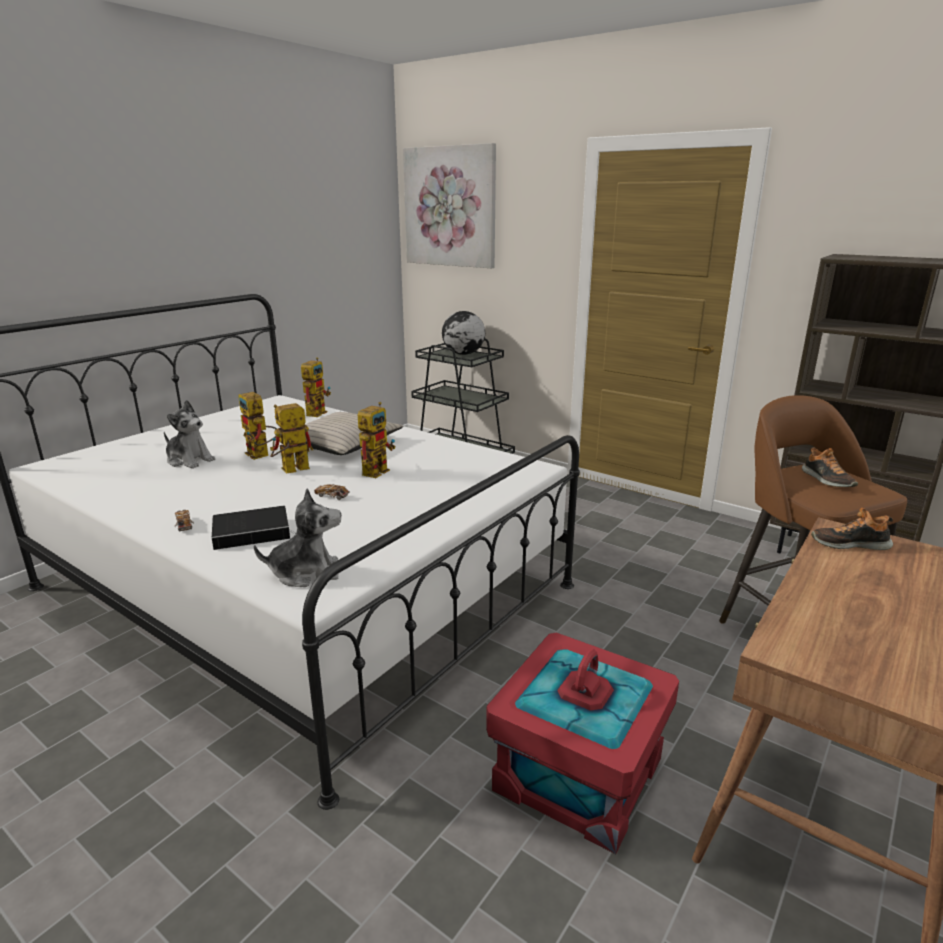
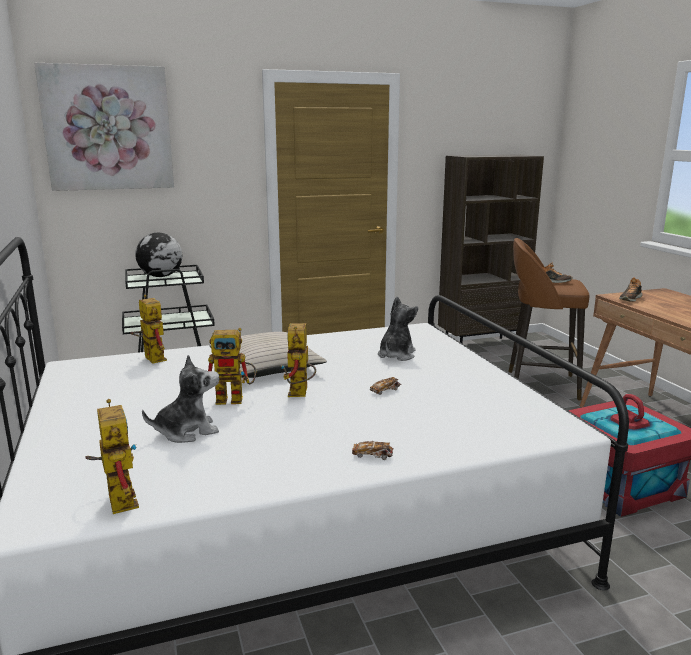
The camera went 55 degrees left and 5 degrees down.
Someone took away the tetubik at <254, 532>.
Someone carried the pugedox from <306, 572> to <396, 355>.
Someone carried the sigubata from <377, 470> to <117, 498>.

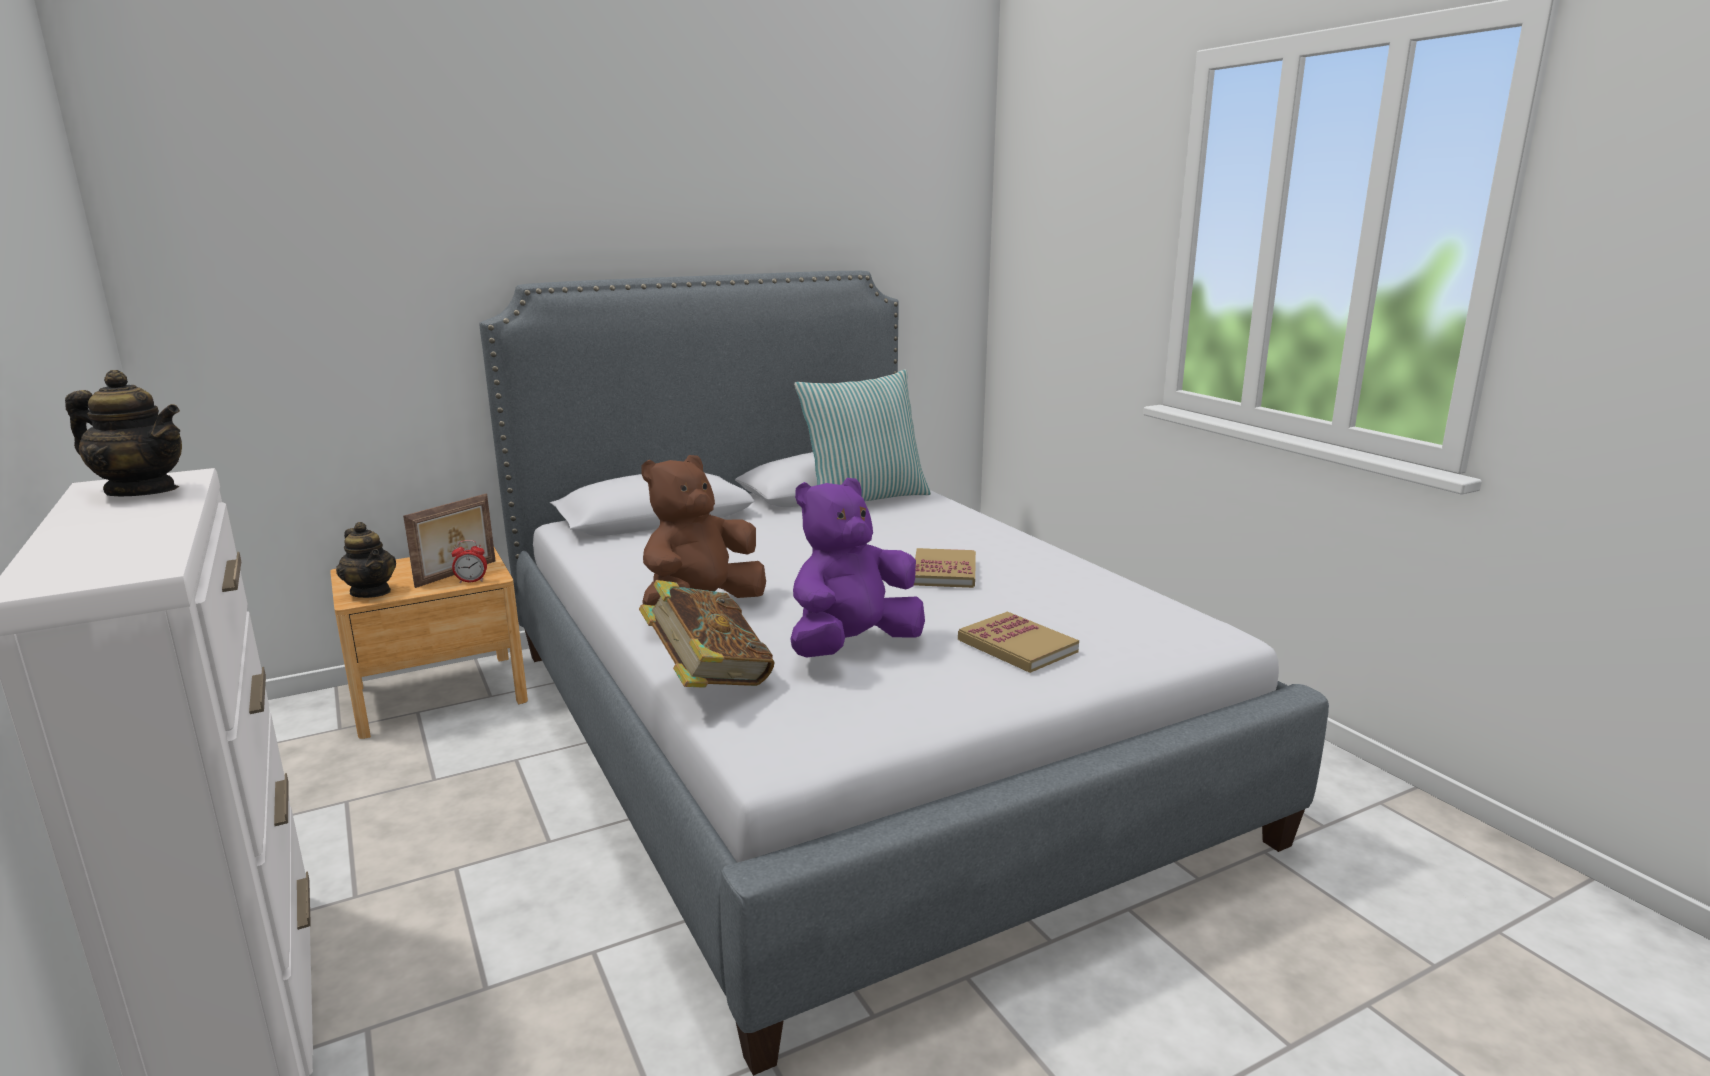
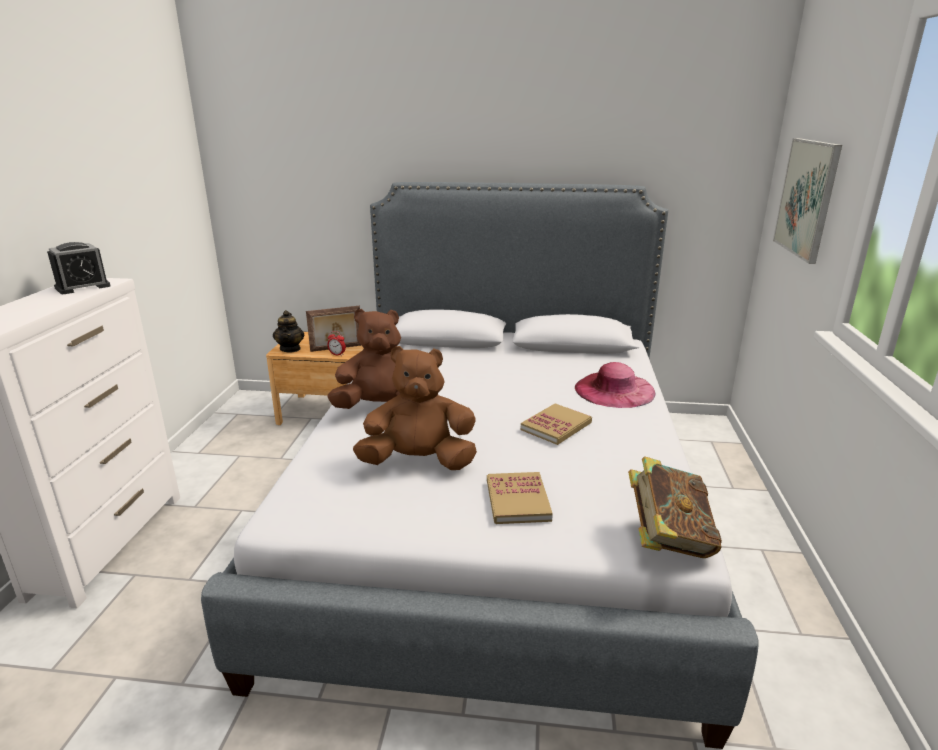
The camera went 35 degrees right and 5 degrees up.
Someone swapped the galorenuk at <142, 491> for the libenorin at <82, 287>.
Someone carried the tetubik from <709, 680> to <668, 539>.
Someone repainted the purple_pugedox at <852, 646>, which became the brown_pugedox at <419, 462>.
Someone took away the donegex at <864, 499>.
Someone put down the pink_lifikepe at <614, 390>.
Someone put up the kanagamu at <806, 198>.

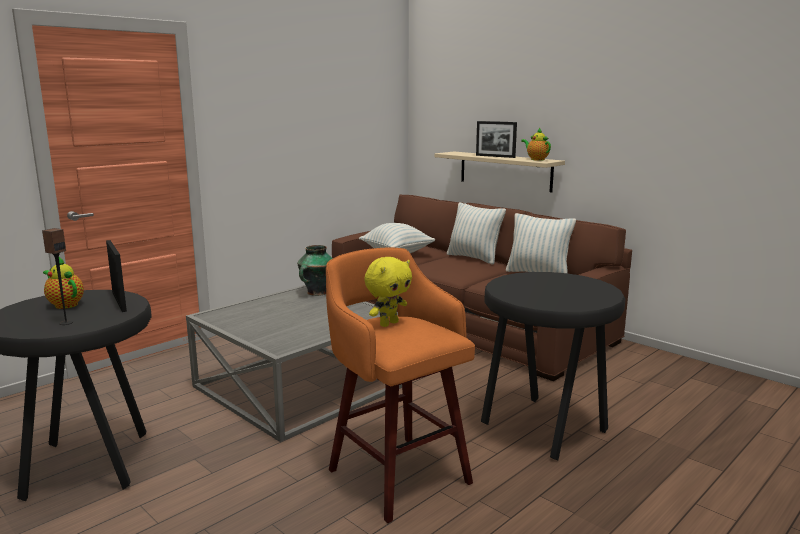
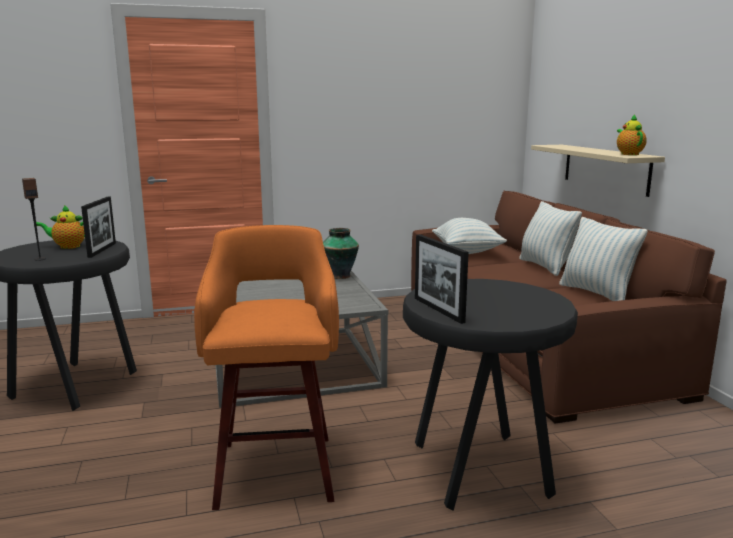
The camera went 30 degrees right and 0 degrees up.
Someone rotated the galorenuk at <65, 304> by 75 degrees counterclockwise.
Someone took away the yellow_pugedox at <388, 323>.
Someone carried the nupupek from <495, 156> to <438, 310>.

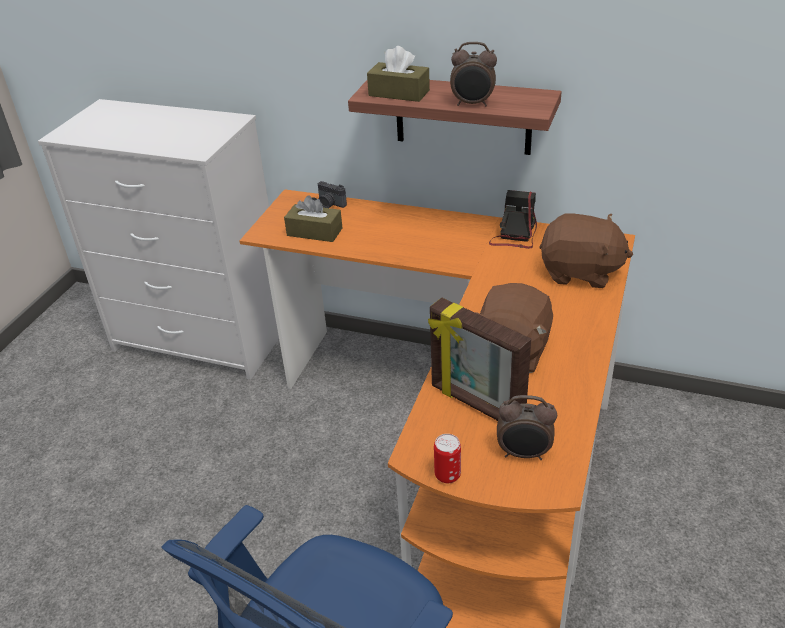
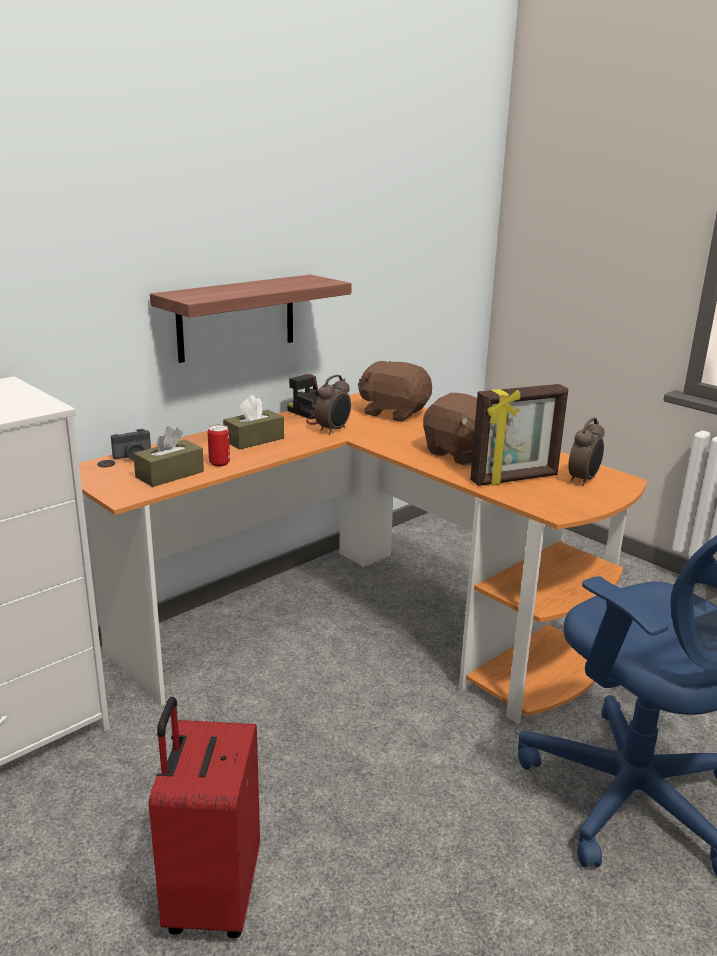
The camera went 65 degrees left and 15 degrees down.
Someone carried the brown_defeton from <399, 93> to <254, 440>.
Someone carried the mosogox from <447, 475> to <219, 463>.
Someone carried the libenorin from <472, 104> to <333, 430>.
Someone rotated the brown_pugedox at <580, 272> by 105 degrees counterclockwise.
Someone put down the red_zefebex at <211, 896>.

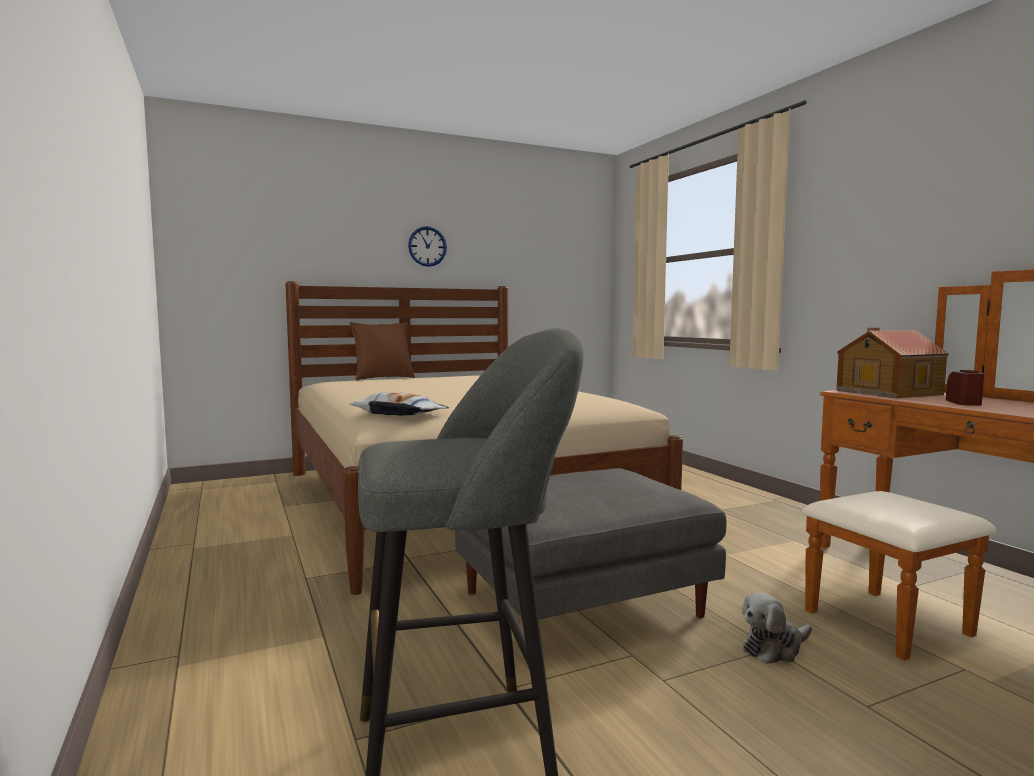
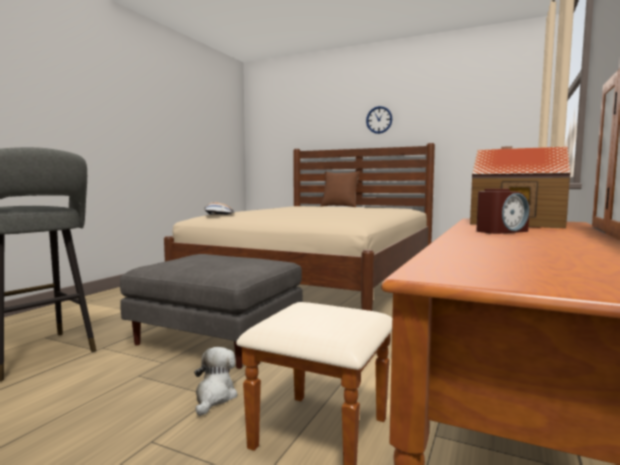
The camera went 50 degrees right and 0 degrees up.
Someone rotated the pugedox at <774, 648> by 75 degrees clockwise.

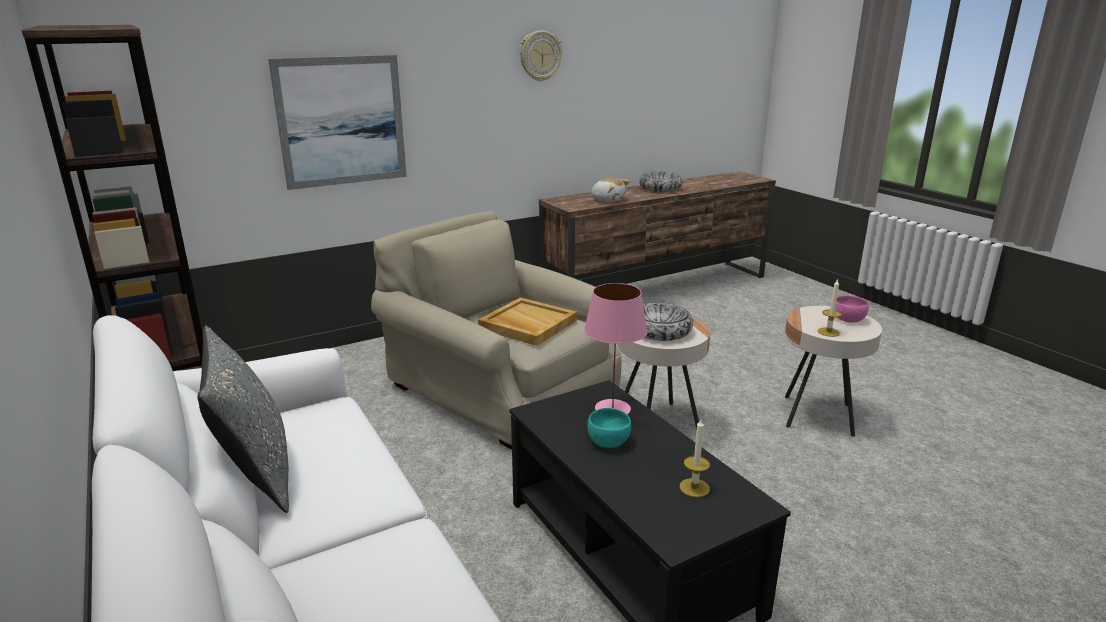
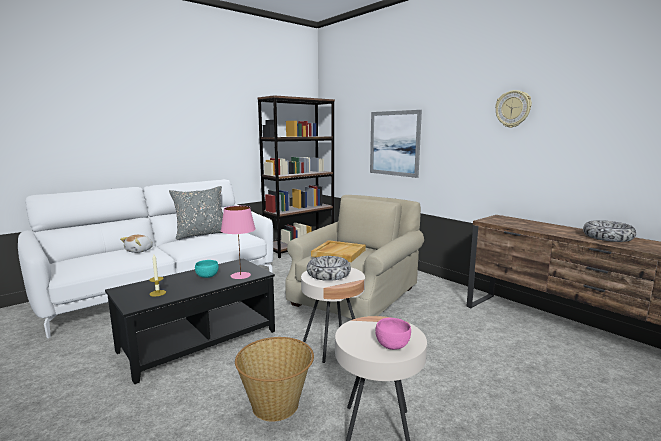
The camera went 80 degrees right and 10 degrees down.
Someone carried the pugedox from <608, 200> to <140, 251>.
Someone took away the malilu at <828, 332>.
Someone put down the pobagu at <276, 404>.

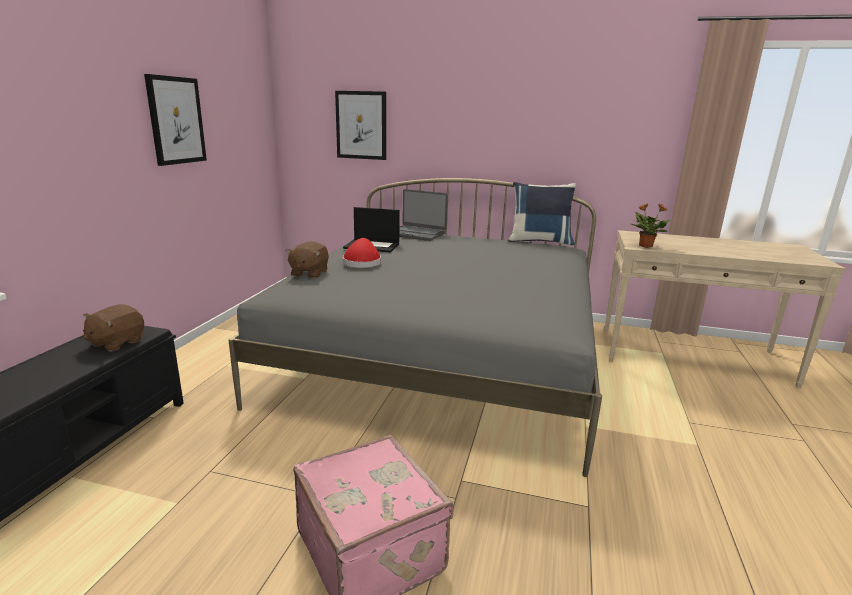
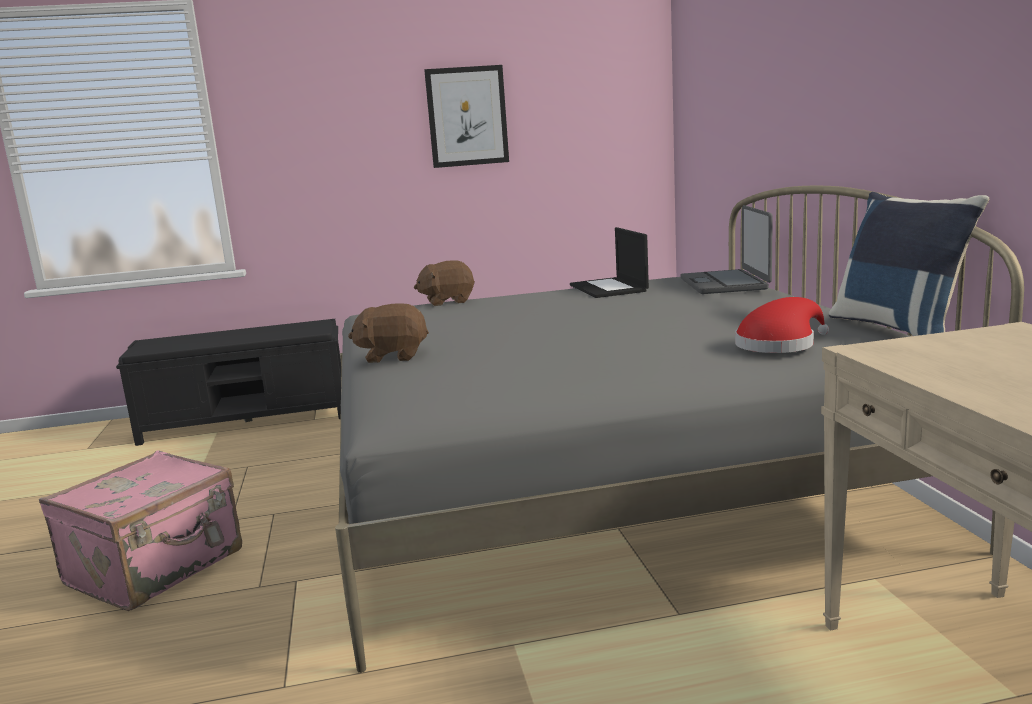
The camera went 65 degrees right and 5 degrees down.
Someone carried the brown_pugedox from <116, 342> to <393, 356>.
Someone took away the kanagamu at <361, 125>.
Someone carried the red_lifikepe from <362, 262> to <779, 344>.
Someone took away the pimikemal at <645, 246>.

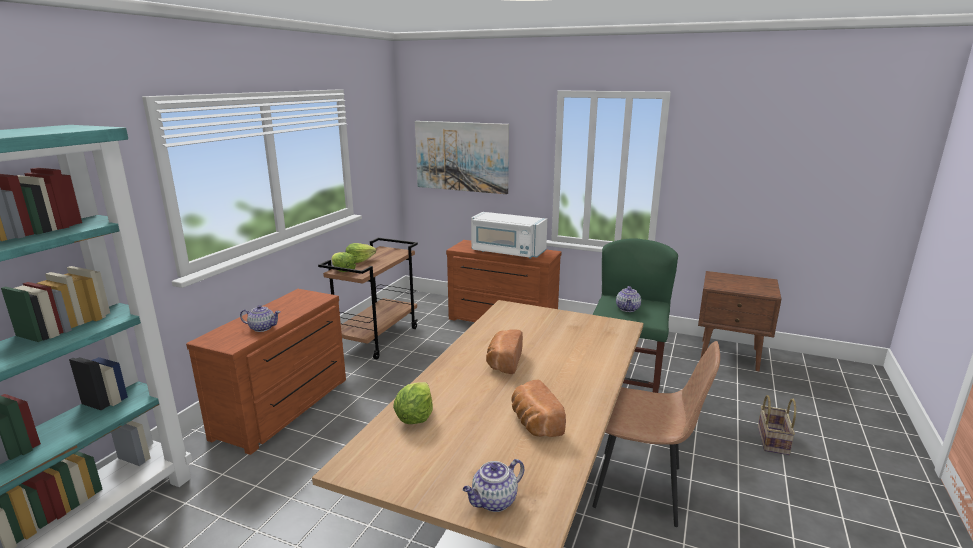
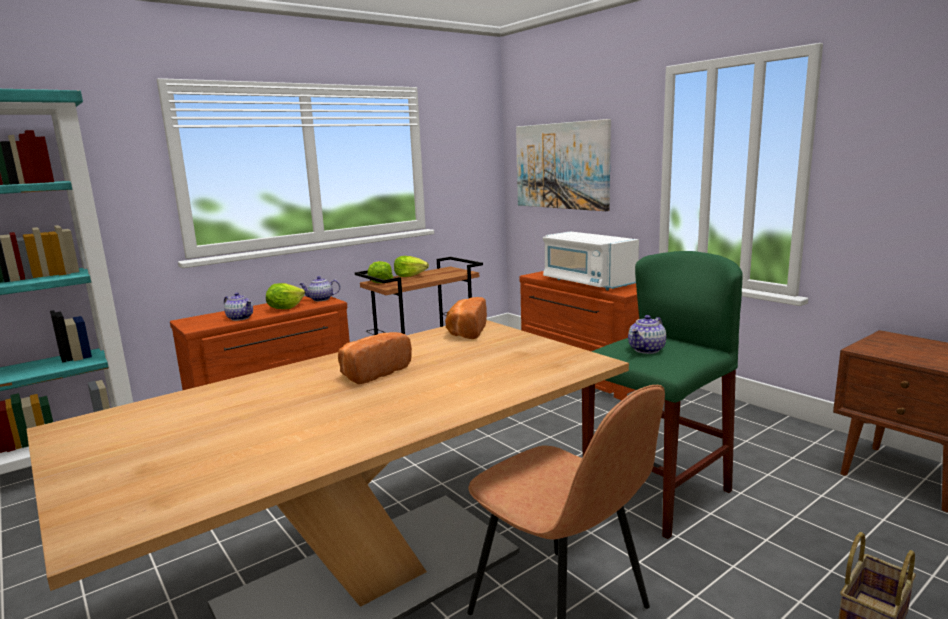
The camera went 30 degrees right and 5 degrees down.
Someone carried the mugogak from <415, 417> to <285, 308>.
Someone carried the galorenuk from <494, 502> to <320, 299>.
Someone carried the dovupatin from <534, 423> to <465, 332>.

